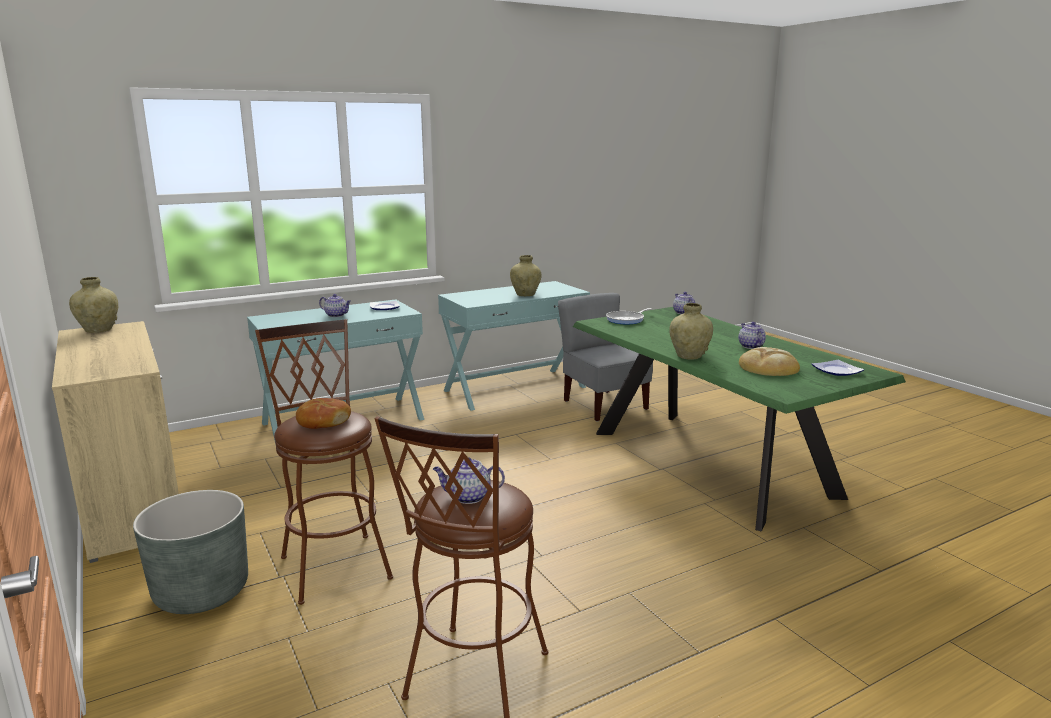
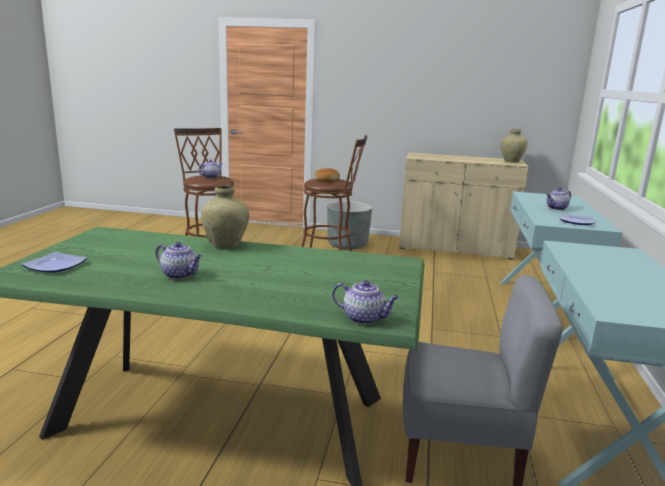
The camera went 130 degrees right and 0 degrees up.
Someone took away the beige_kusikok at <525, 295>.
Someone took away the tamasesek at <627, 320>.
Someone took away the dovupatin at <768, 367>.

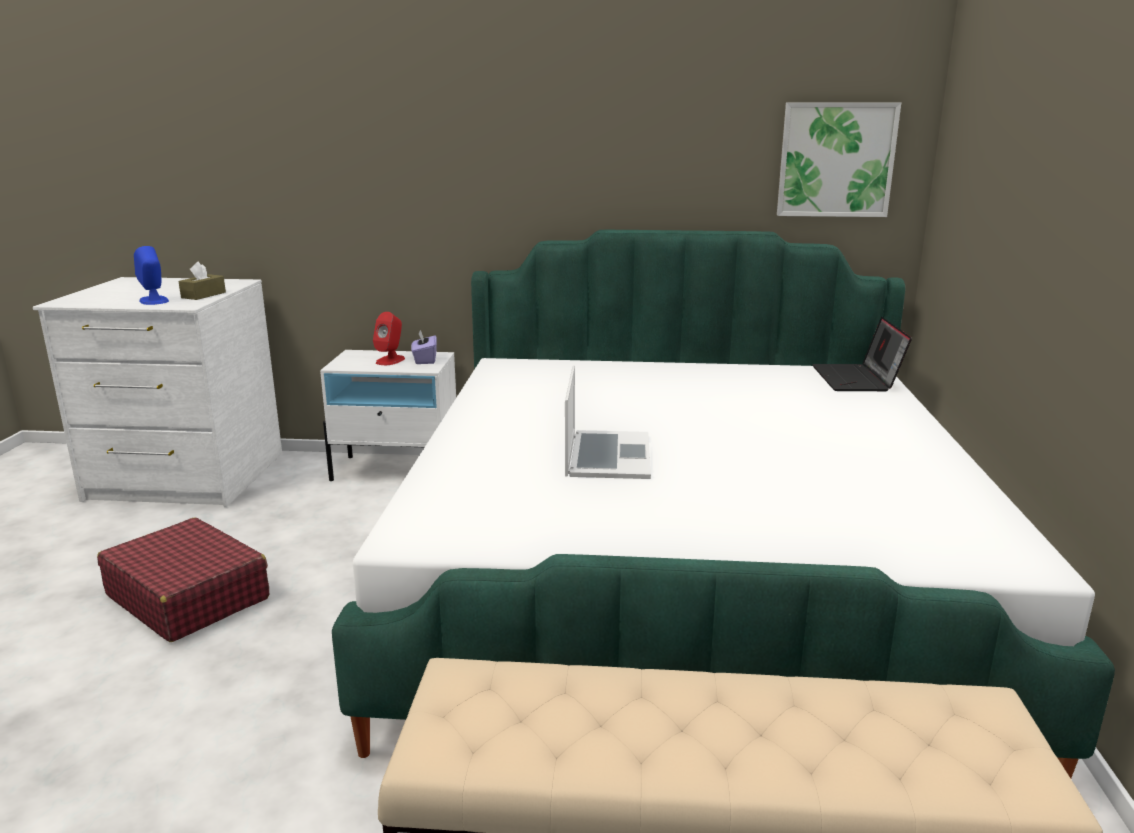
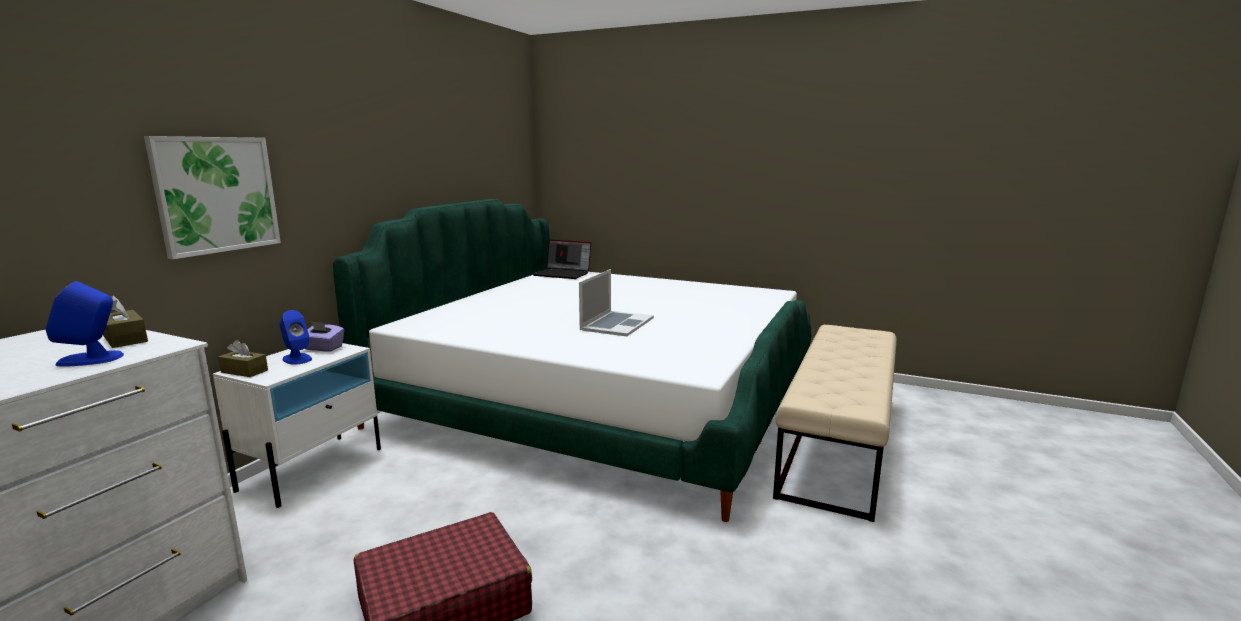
The camera went 70 degrees left and 5 degrees down.
Someone repainted the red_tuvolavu at <390, 360>, which became the blue_tuvolavu at <297, 359>.
Someone rotated the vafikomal at <607, 455> by 90 degrees clockwise.
Someone carried the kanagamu from <836, 160> to <216, 194>.
Someone put down the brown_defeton at <244, 371>.

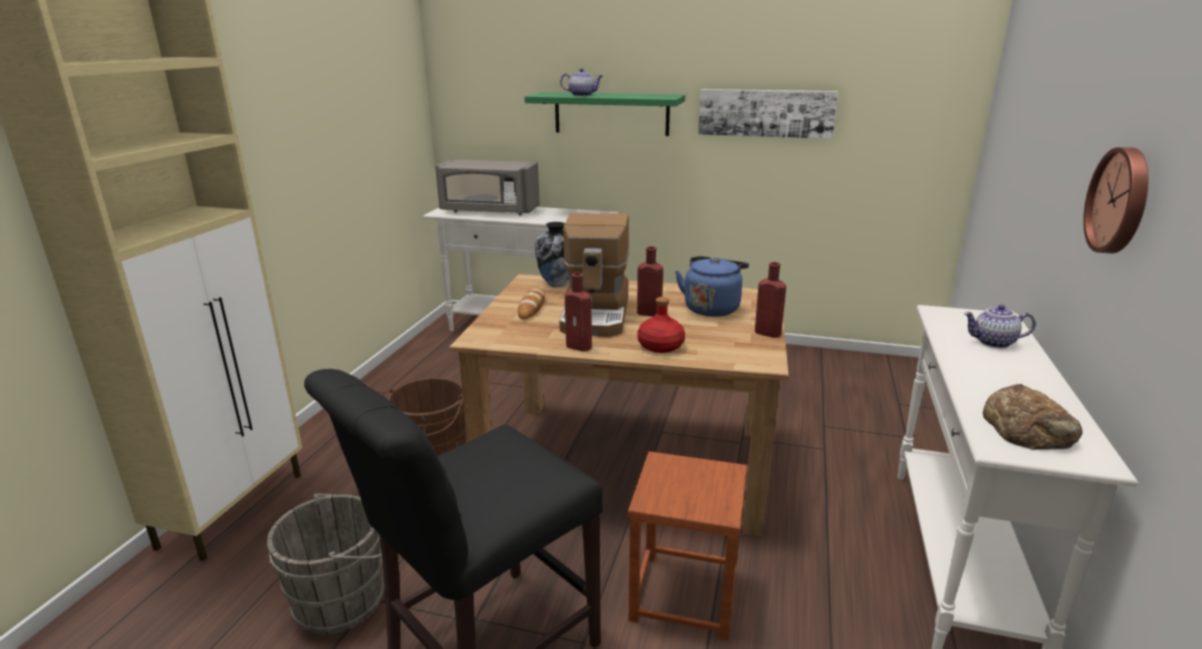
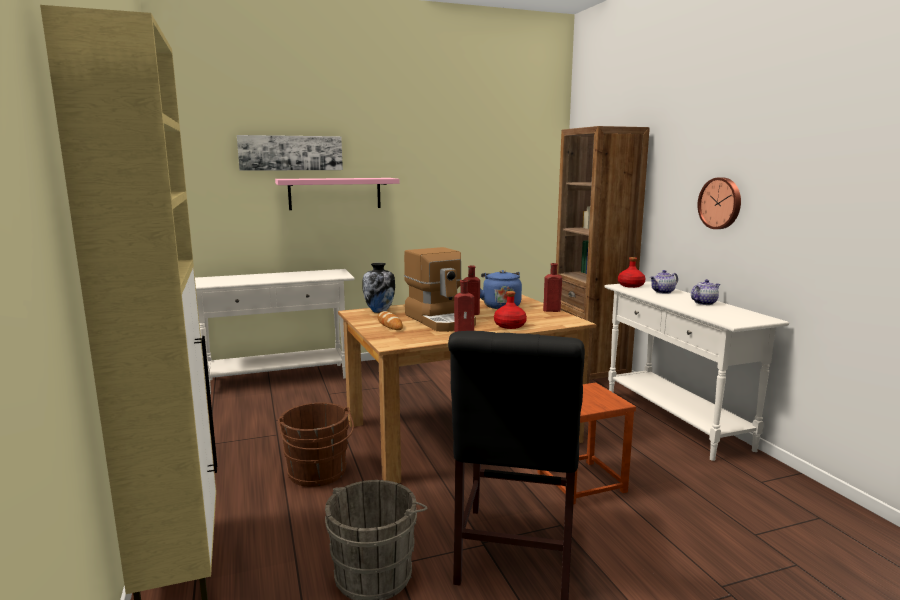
The camera went 35 degrees left and 10 degrees down.
Someone took away the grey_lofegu at <489, 211>.
Someone repainted the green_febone at <611, 113>, which became the pink_febone at <335, 193>.
Someone carried the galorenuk from <582, 95> to <704, 303>.
Someone carried the kanagamu from <765, 113> to <291, 153>.
Someone took away the dovupatin at <1028, 428>.
Someone put down the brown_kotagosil at <590, 373>.
Someone put down the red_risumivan at <631, 285>.

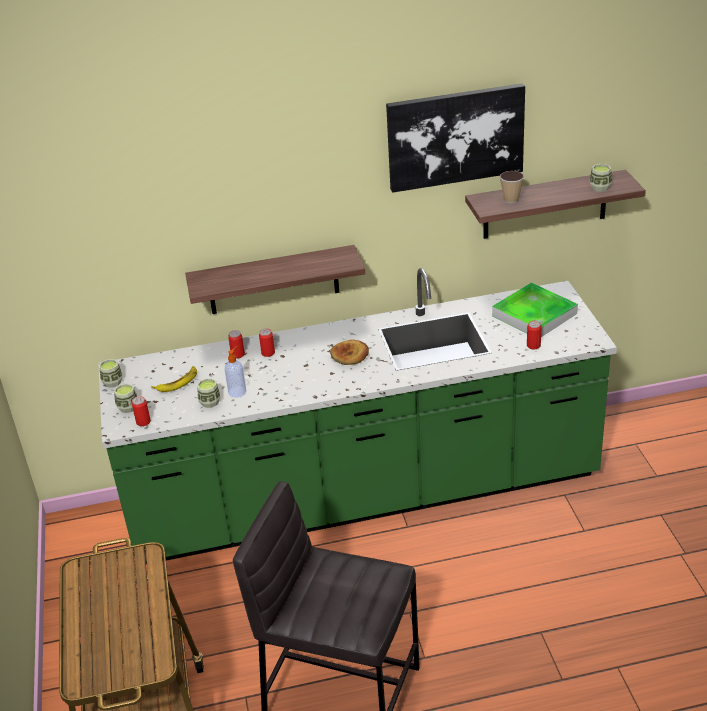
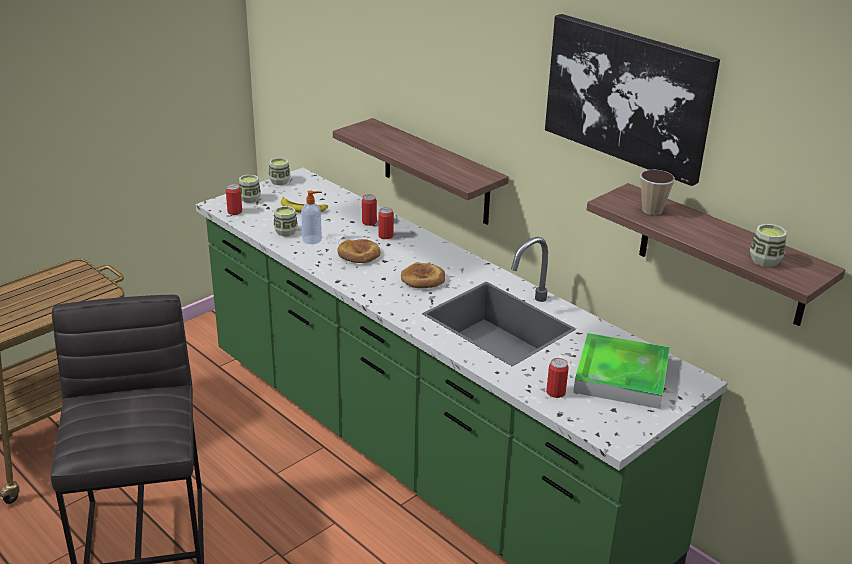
The camera went 55 degrees right and 5 degrees down.
Someone put down the dovupatin at <359, 254>.

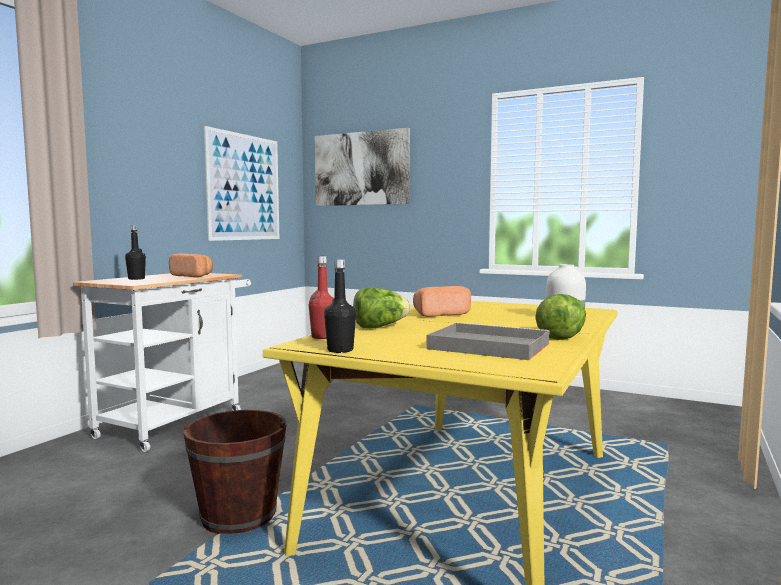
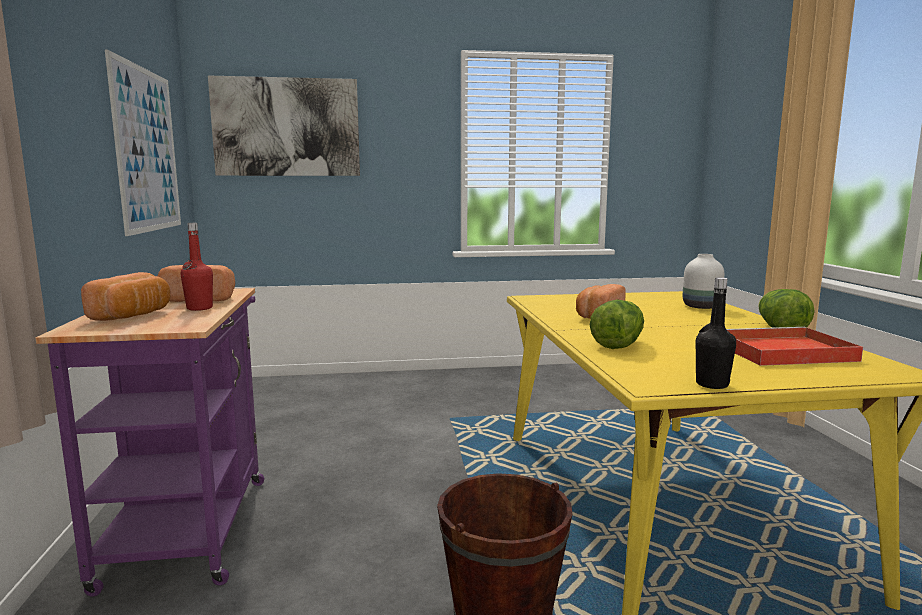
The camera went 35 degrees left and 5 degrees up.
Someone repainted the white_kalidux at <177, 421>, which became the purple_kalidux at <190, 523>.
Someone swapped the black_risumivan at <136, 279> for the dovupatin at <134, 315>.
Someone carried the red_risumivan from <323, 337> to <199, 308>.
Someone repainted the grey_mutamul at <486, 346>, which became the red_mutamul at <781, 352>.

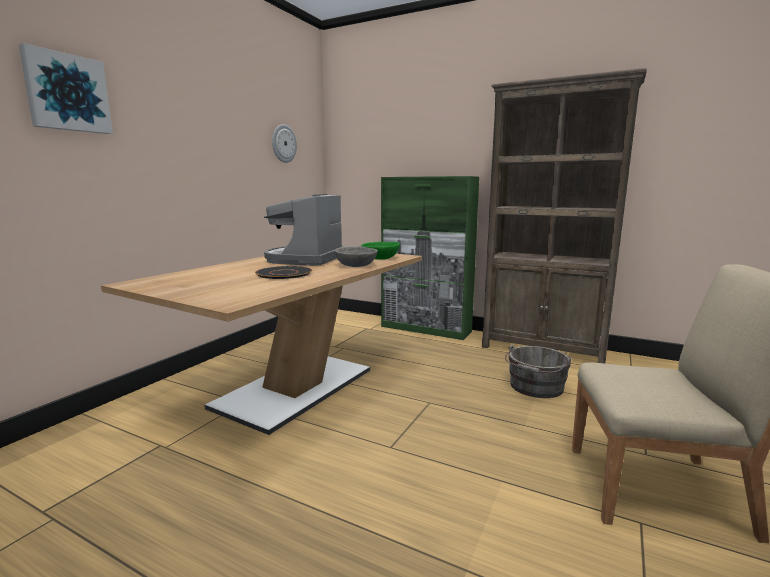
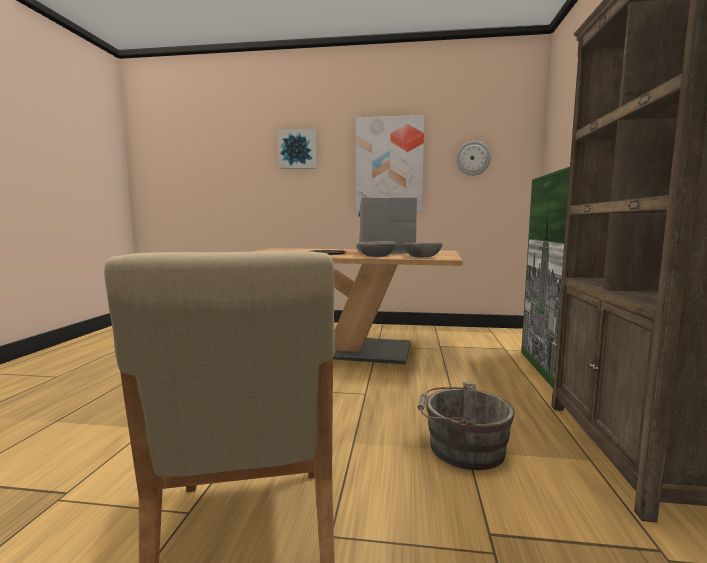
The camera went 70 degrees right and 5 degrees down.
Someone repainted the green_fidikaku at <380, 258>, which became the grey_fidikaku at <422, 257>.
Someone put up the kanagamu at <389, 165>.

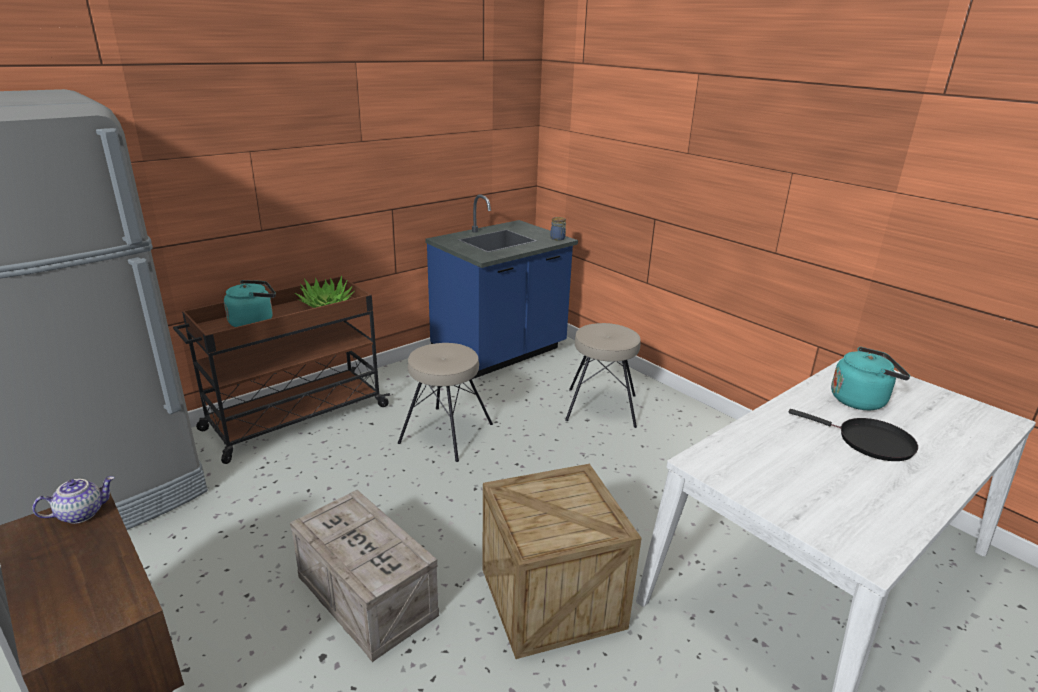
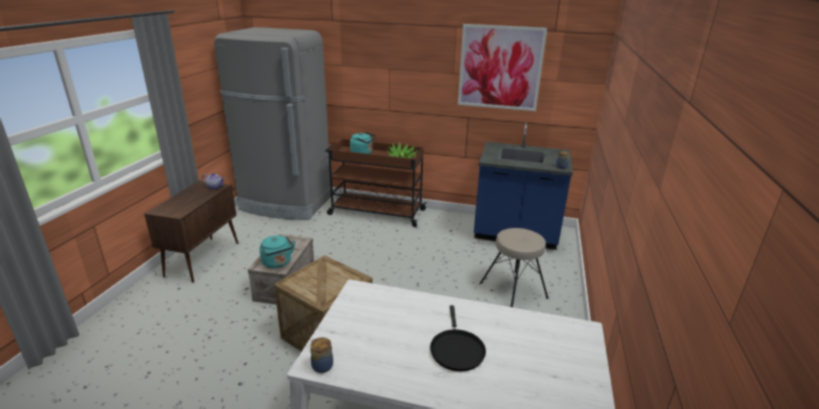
The camera went 55 degrees right and 0 degrees up.
Someone took away the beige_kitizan at <445, 433>.
Someone carried the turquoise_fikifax from <861, 400> to <278, 263>.
Someone put down the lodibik at <321, 365>.
Someone put up the kanagamu at <500, 68>.

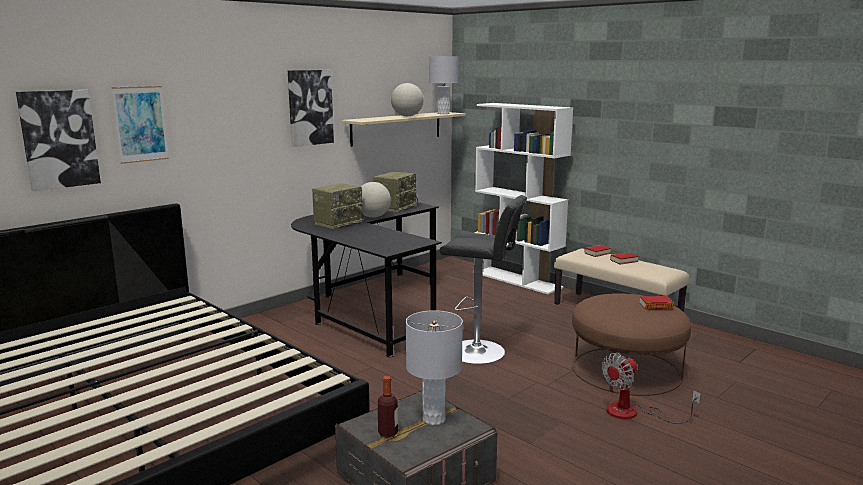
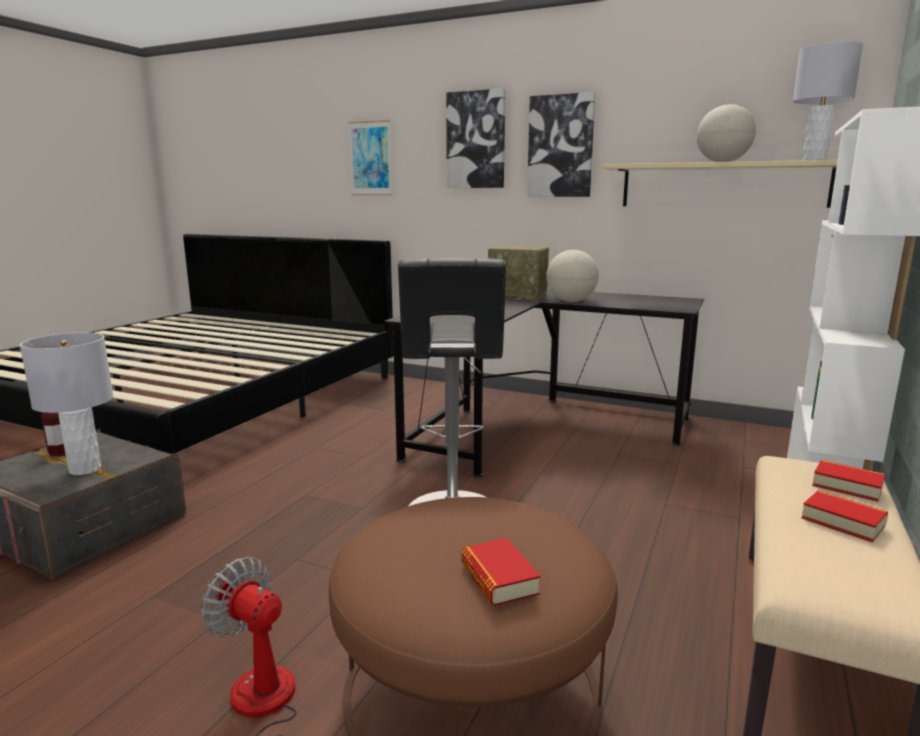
The camera went 70 degrees right and 0 degrees up.
Someone carried the kanagamu from <59, 139> to <476, 140>.
Someone took away the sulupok at <395, 207>.

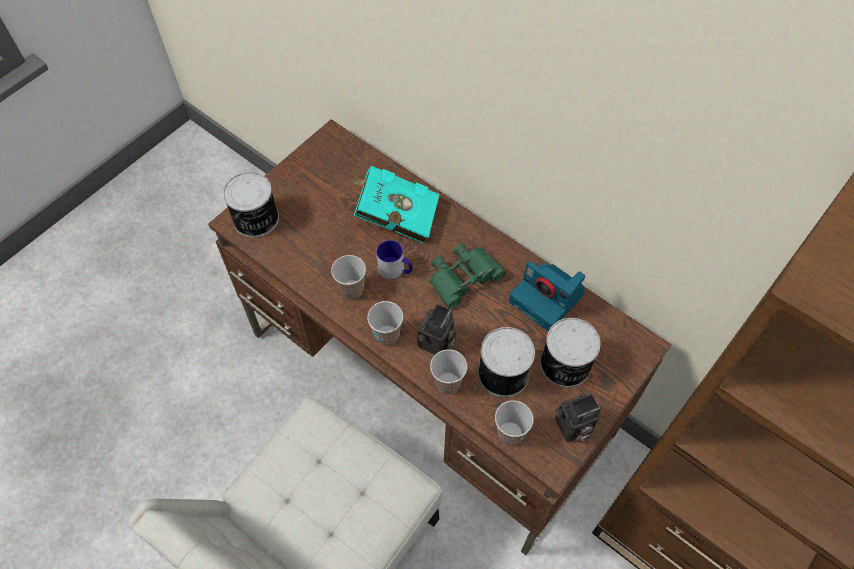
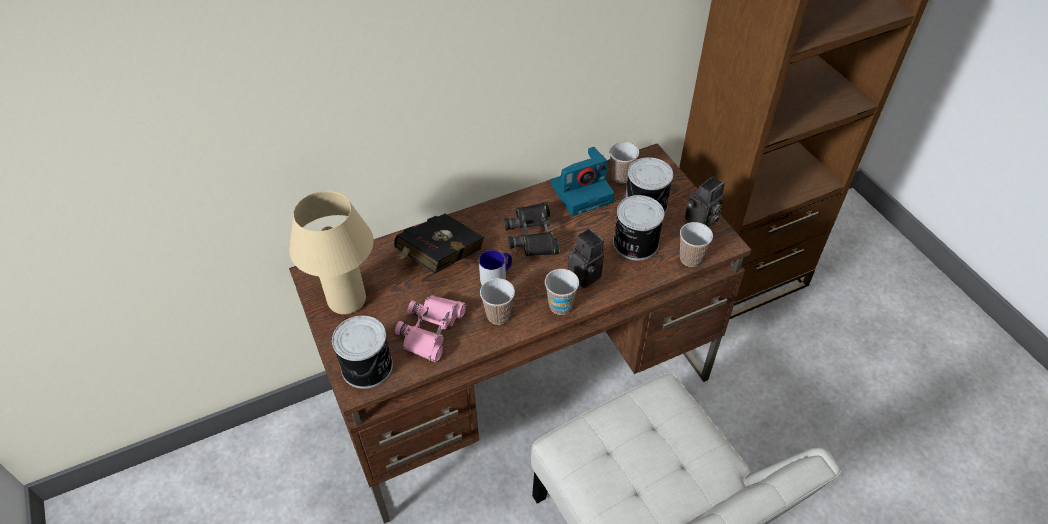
The camera went 65 degrees left and 10 degrees down.
Someone repainted the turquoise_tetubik at <394, 215>, which became the black_tetubik at <438, 258>.
Someone repainted the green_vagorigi at <464, 278>, which became the black_vagorigi at <533, 235>.
Someone carried the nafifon from <447, 383> to <621, 176>.
Someone rotated the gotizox at <572, 428> by 45 degrees clockwise.
Someone put down the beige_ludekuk at <347, 300>.
Someone put down the pink_vagorigi at <431, 330>.

